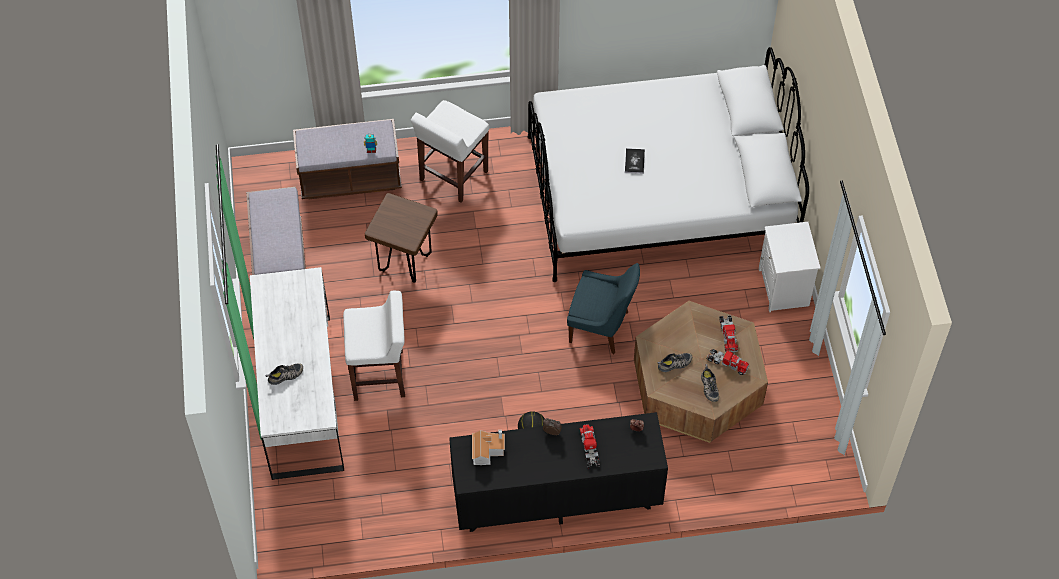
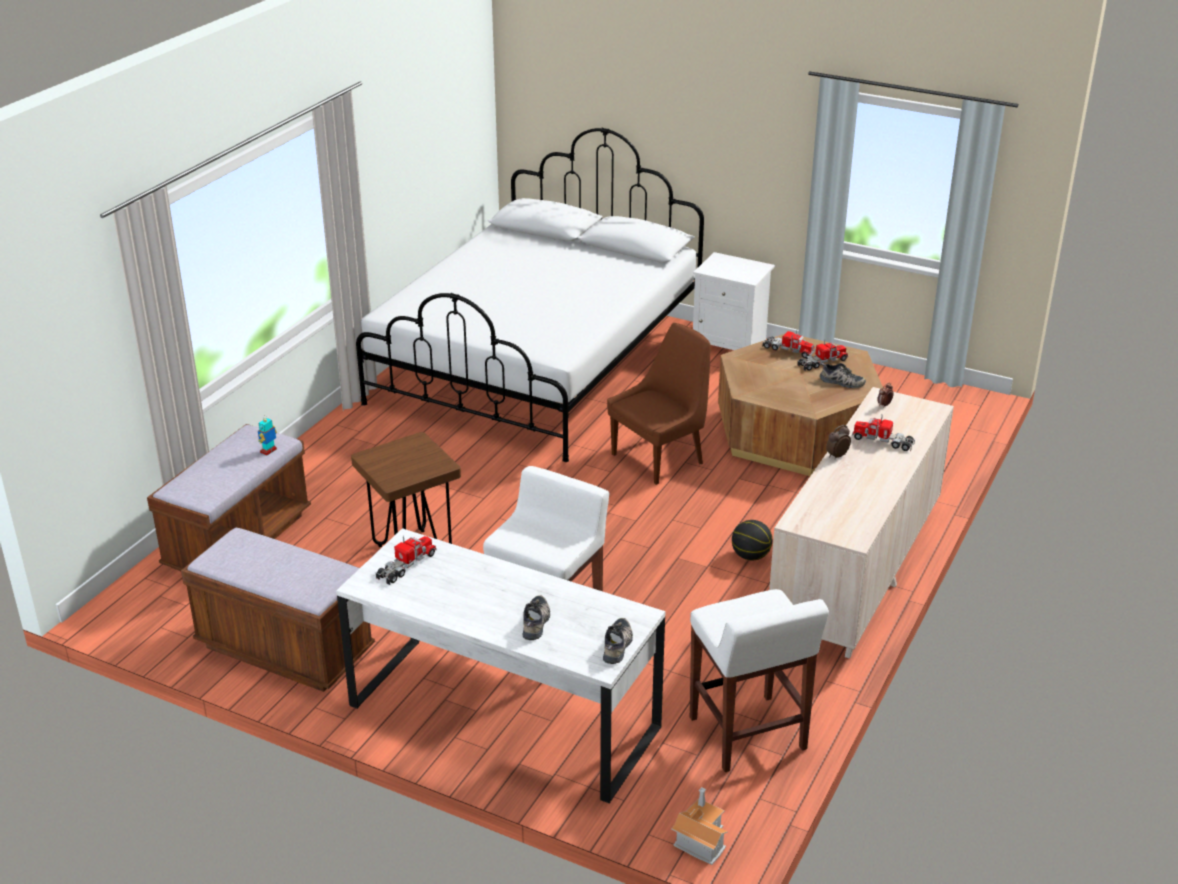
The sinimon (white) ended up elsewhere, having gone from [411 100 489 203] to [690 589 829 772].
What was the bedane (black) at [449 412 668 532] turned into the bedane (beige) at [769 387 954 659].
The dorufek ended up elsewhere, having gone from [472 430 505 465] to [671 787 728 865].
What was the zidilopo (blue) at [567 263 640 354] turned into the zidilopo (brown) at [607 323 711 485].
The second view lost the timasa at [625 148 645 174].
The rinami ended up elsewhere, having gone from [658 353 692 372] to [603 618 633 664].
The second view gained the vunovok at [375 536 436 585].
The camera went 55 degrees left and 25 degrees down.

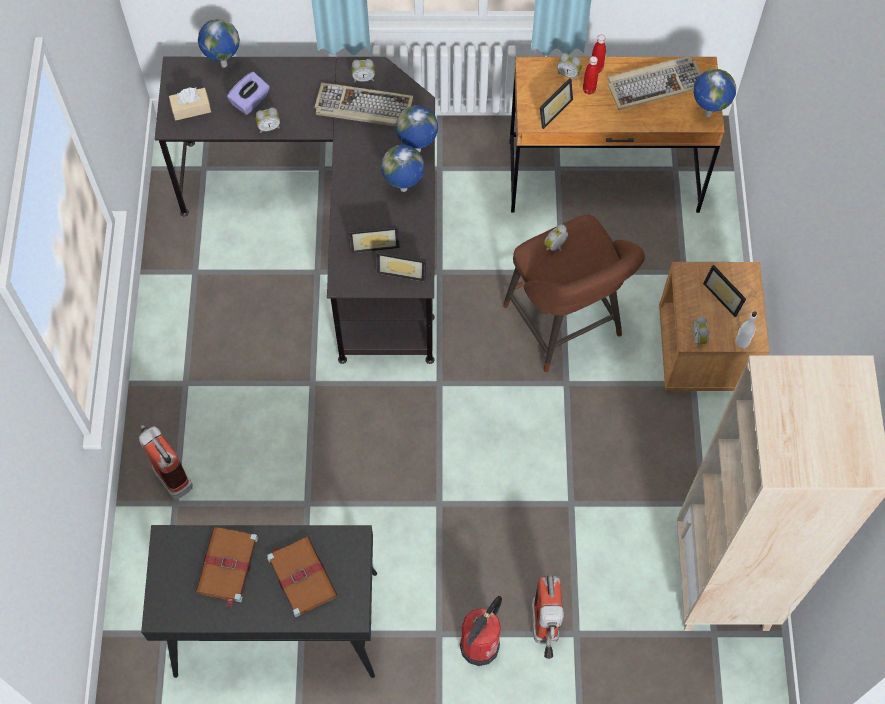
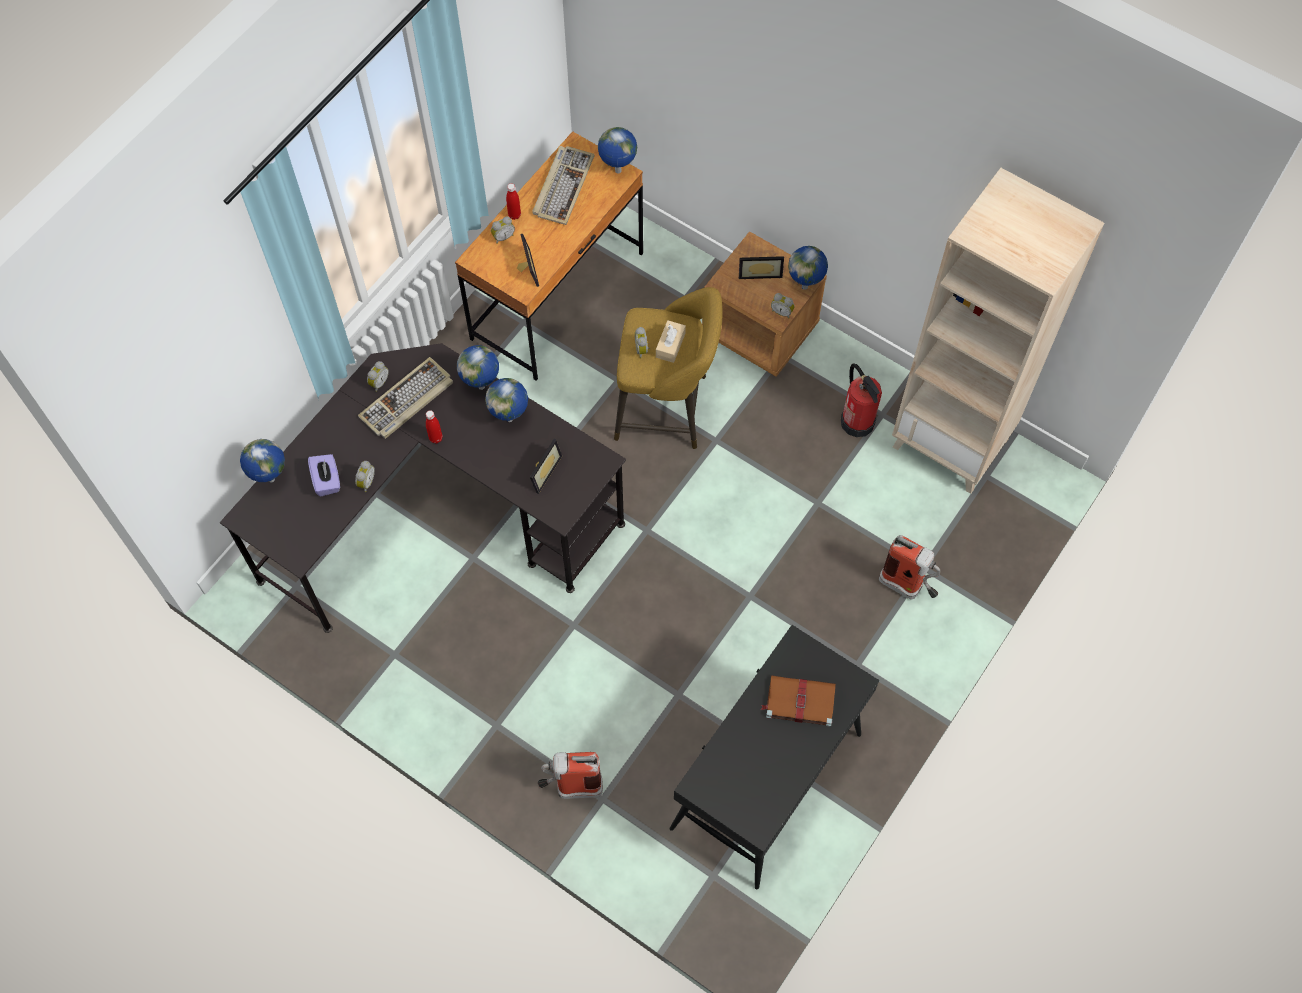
The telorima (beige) ended up elsewhere, having gone from [169 87 211 121] to [656 320 686 363].
The second view lost the timasa (brown) at [196 527 258 607].
The second view lost the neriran at [376 251 426 282].
The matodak ended up elsewhere, having gone from [460 596 502 666] to [841 364 882 437].
What was the sinimon (brown) at [503 215 645 372] turned into the sinimon (yellow) at [614 287 722 449].
The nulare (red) ended up elsewhere, having gone from [583 56 598 95] to [426 410 443 443].
Where the nulare (white) stood at [735 311 757 348], the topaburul came to stand at [788 246 828 290].
The camera went 55 degrees left and 0 degrees up.

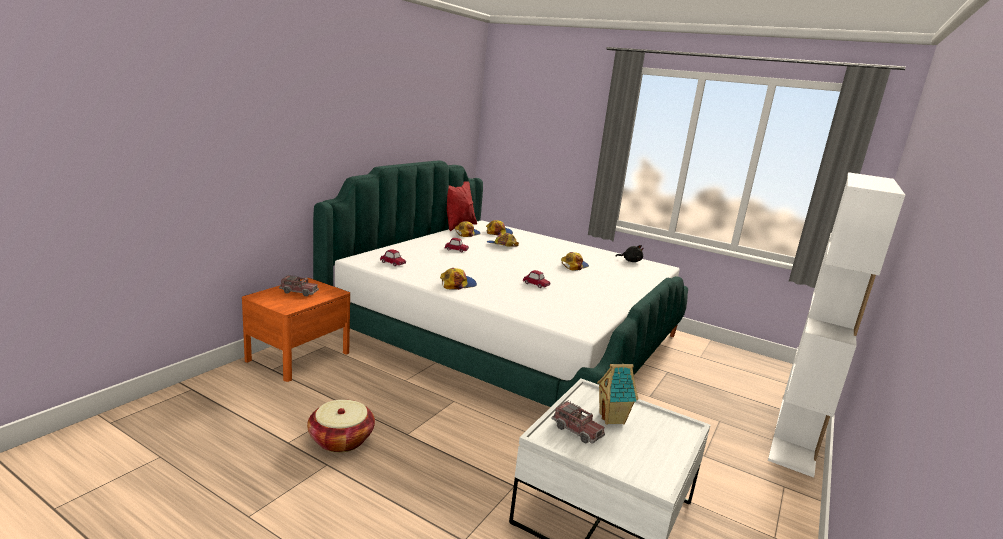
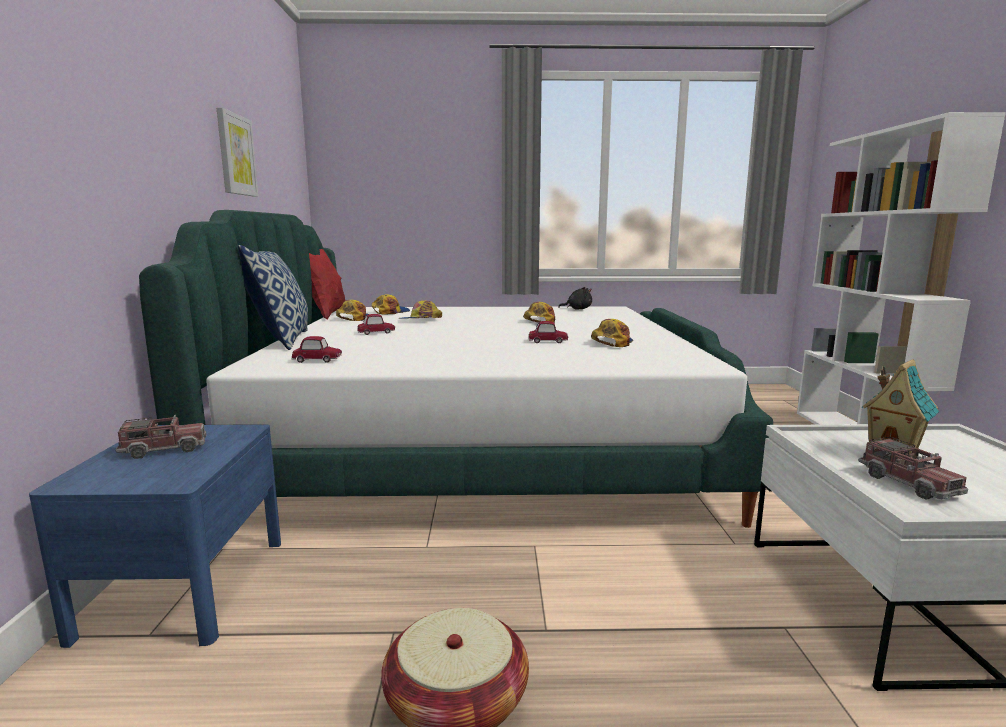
What was the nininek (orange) at [242 278 350 382] turned into the nininek (blue) at [29 424 281 648].
The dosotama ended up elsewhere, having gone from [440 268 477 290] to [591 319 633 347].
The vunovok at [551 401 605 444] ended up facing another way, 60 degrees clockwise from before.
The second view gained the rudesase at [217 107 258 197].
The second view gained the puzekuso at [238 245 308 350].
The camera went 30 degrees left and 5 degrees down.

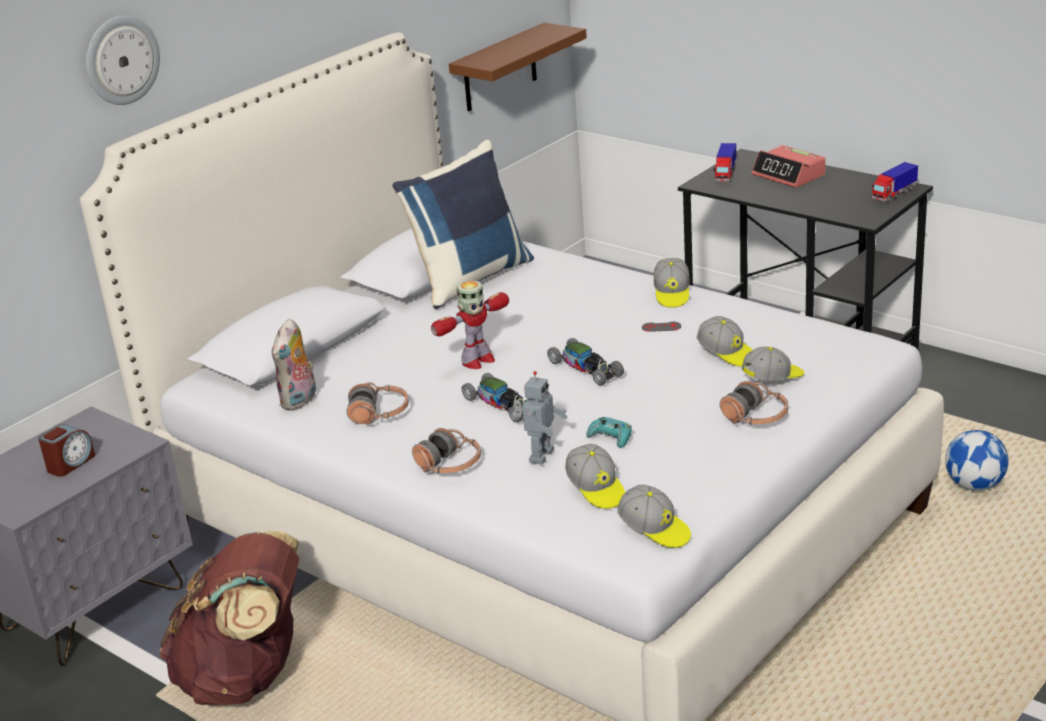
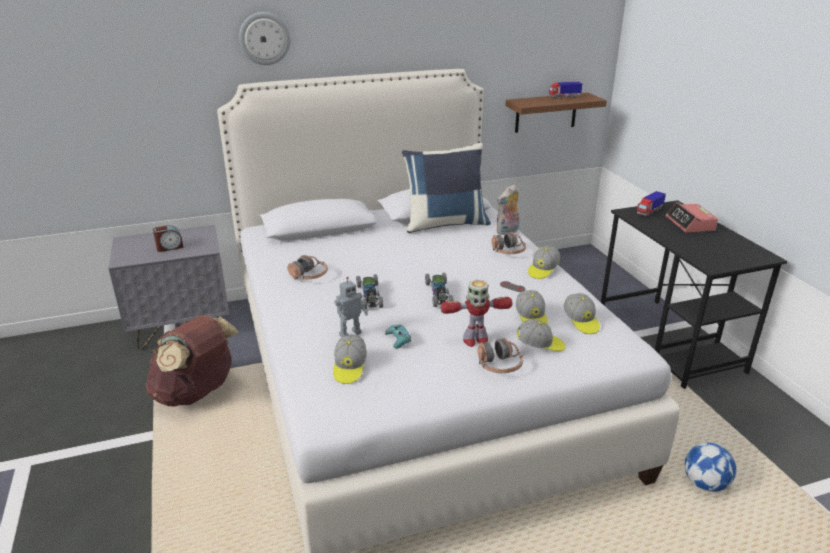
The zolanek ended up elsewhere, having gone from [272 318 316 411] to [496 184 519 235].
The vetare ended up elsewhere, having gone from [412 428 481 473] to [491 232 526 254].
The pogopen ended up elsewhere, having gone from [431 280 509 369] to [440 280 513 347].
The dosotama ended up elsewhere, having gone from [618 484 691 548] to [564 293 600 334].
The vunovok ended up elsewhere, having gone from [872 162 918 203] to [549 82 582 99].
The camera went 30 degrees right and 0 degrees up.

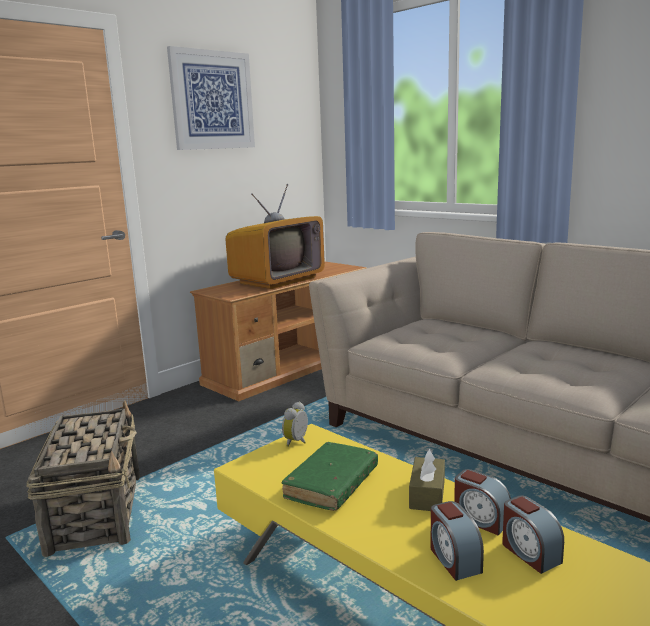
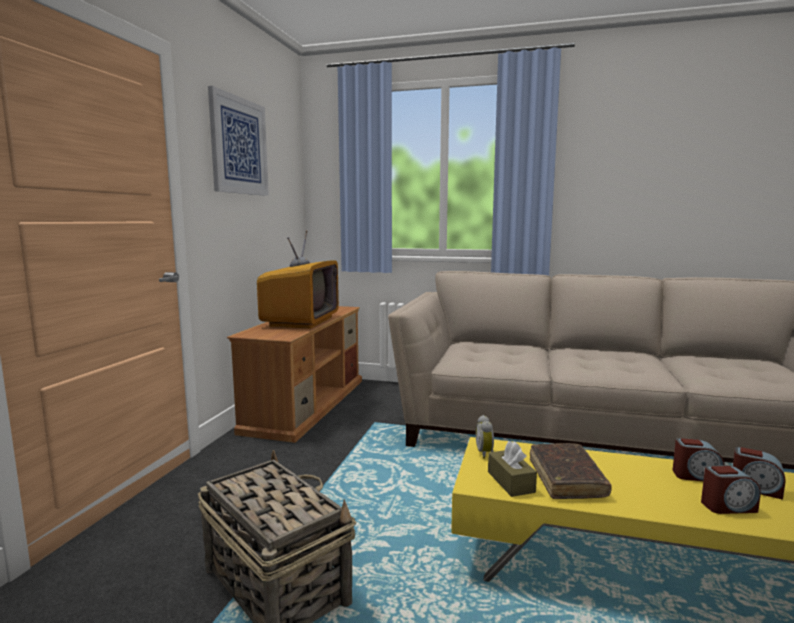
What was the timasa (green) at [281 442 378 511] turned into the timasa (brown) at [530 443 612 499].
The telorima (brown) ended up elsewhere, having gone from [409 449 445 511] to [488 441 537 497].
The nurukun at [430 501 484 581] ended up facing another way, 45 degrees counterclockwise from before.
The camera went 30 degrees left and 5 degrees down.

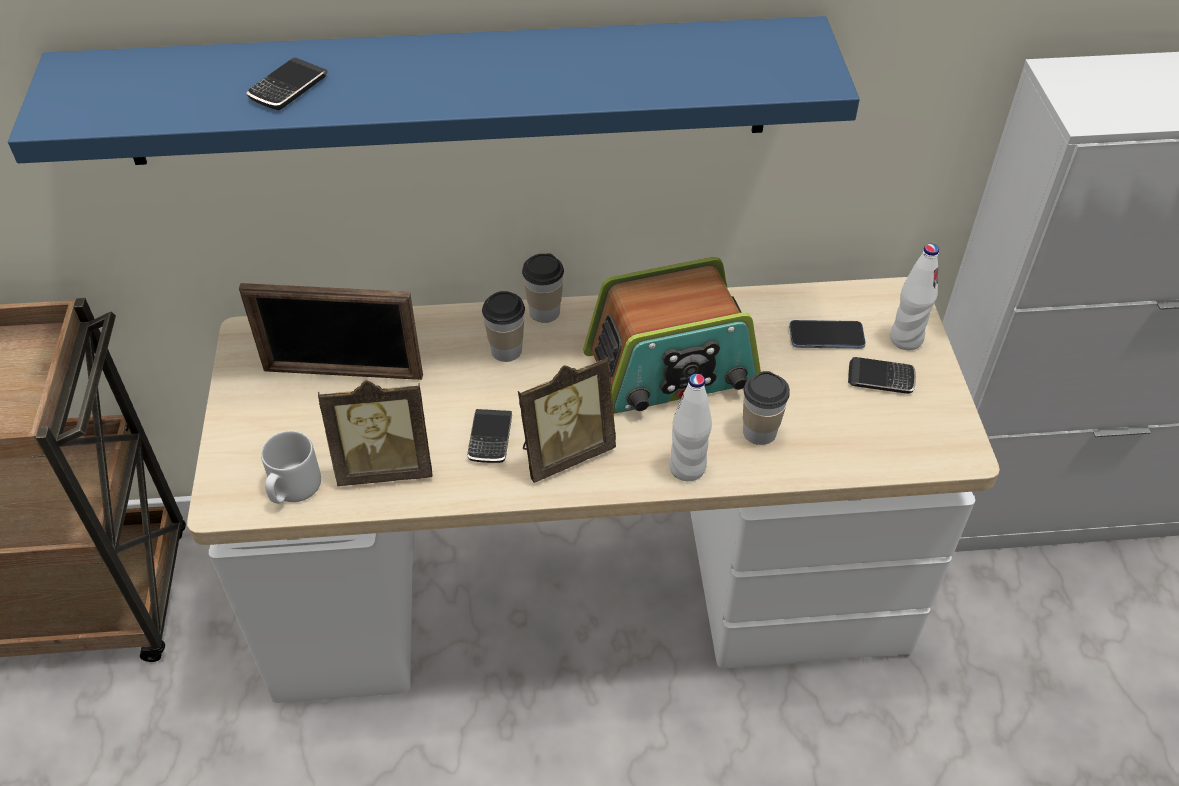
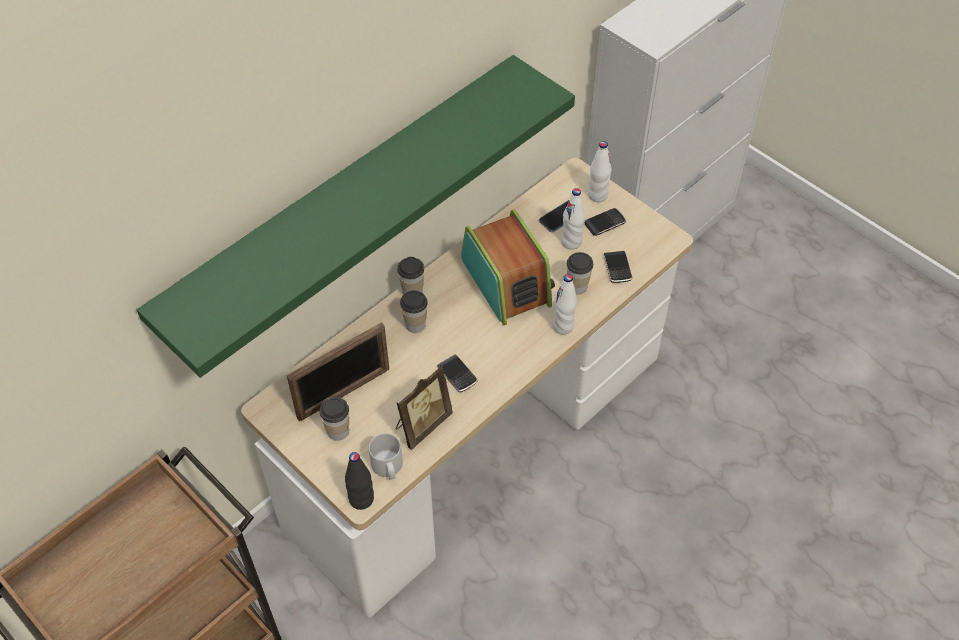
What was the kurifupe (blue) at [8 16 860 165] turned into the kurifupe (green) at [137 55 575 378].
The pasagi ended up elsewhere, having gone from [246 57 328 110] to [604 251 632 283].
The second view lost the neriran at [518 355 616 483].
The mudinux at [583 257 761 414] ended up facing another way, 60 degrees counterclockwise from before.
The second view gained the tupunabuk at [320 397 349 441].
The second view gained the nulare (black) at [345 452 374 510].
The second view gained the nulare (white) at [561 188 585 250].
The camera went 40 degrees left and 5 degrees up.

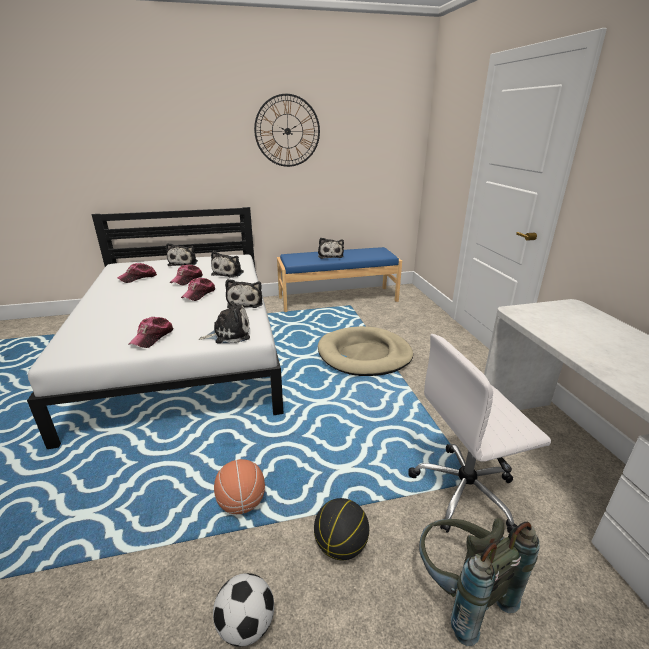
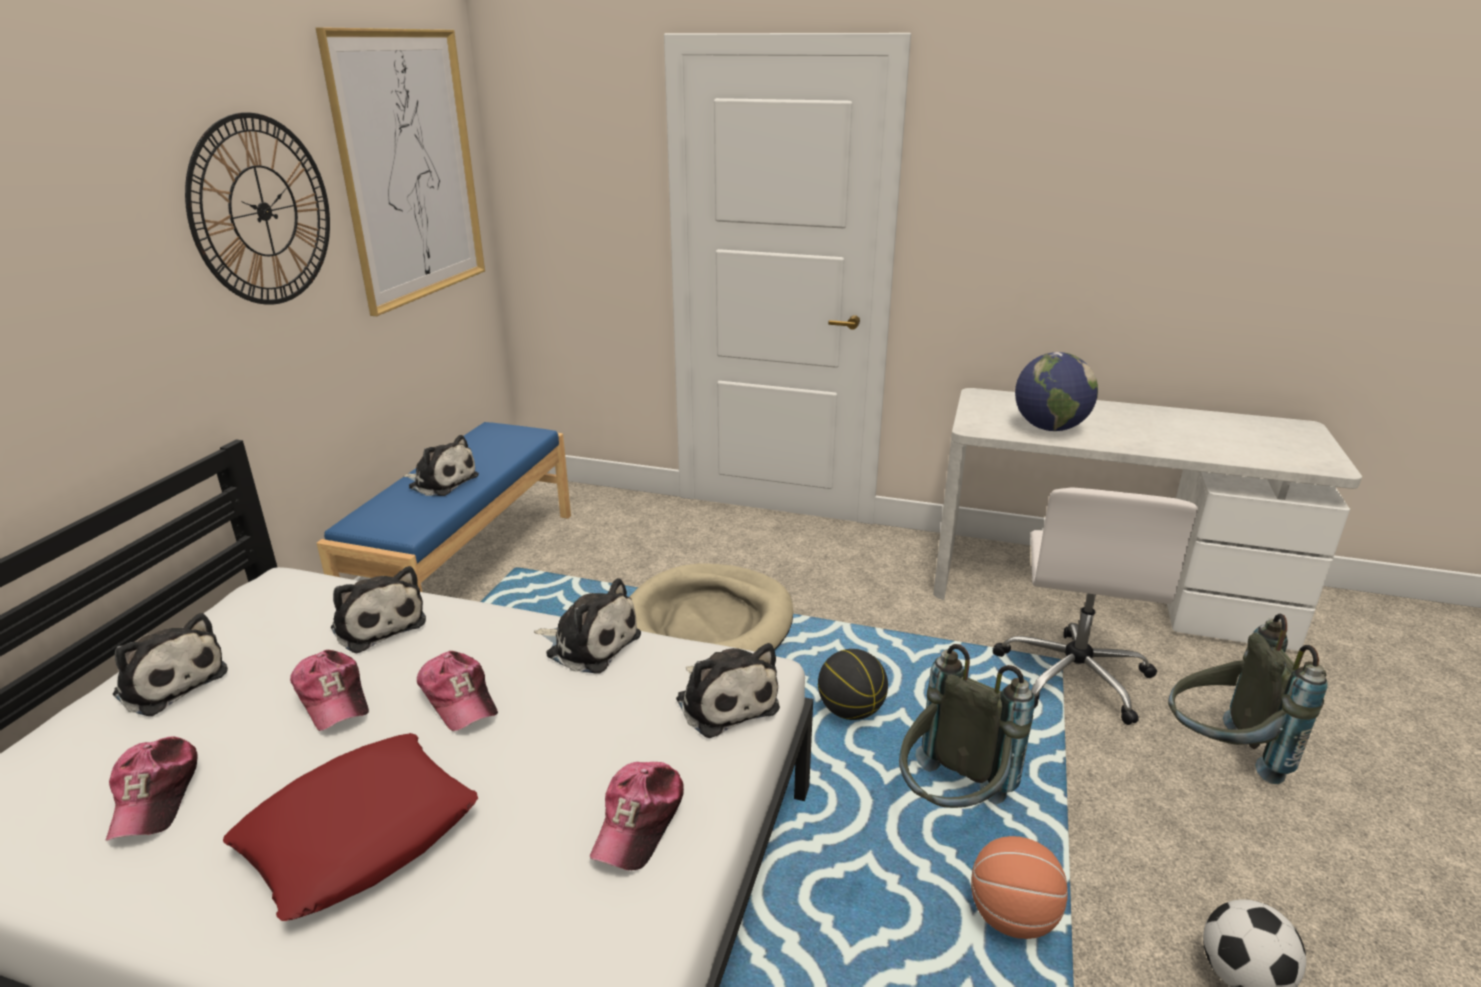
The dosotama at [129 317 174 348] ended up facing another way, 60 degrees clockwise from before.
The zolanek at [199 301 250 343] ended up facing another way, 135 degrees clockwise from before.
The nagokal ended up elsewhere, having gone from [314 498 369 560] to [818 649 888 720].
The second view gained the puzekuso (red) at [223 733 478 921].
The second view gained the rudesase at [315 27 485 316].
The second view gained the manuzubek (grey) at [899 644 1035 808].
The second view gained the topaburul at [1015 352 1098 431].
The camera went 60 degrees left and 0 degrees up.

